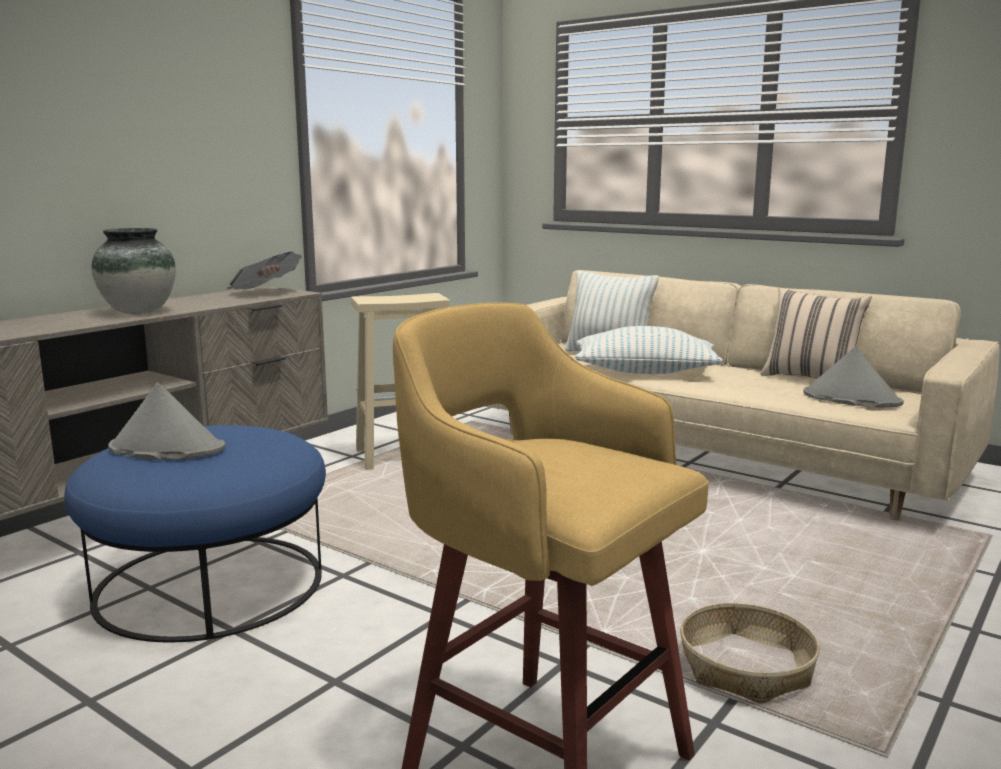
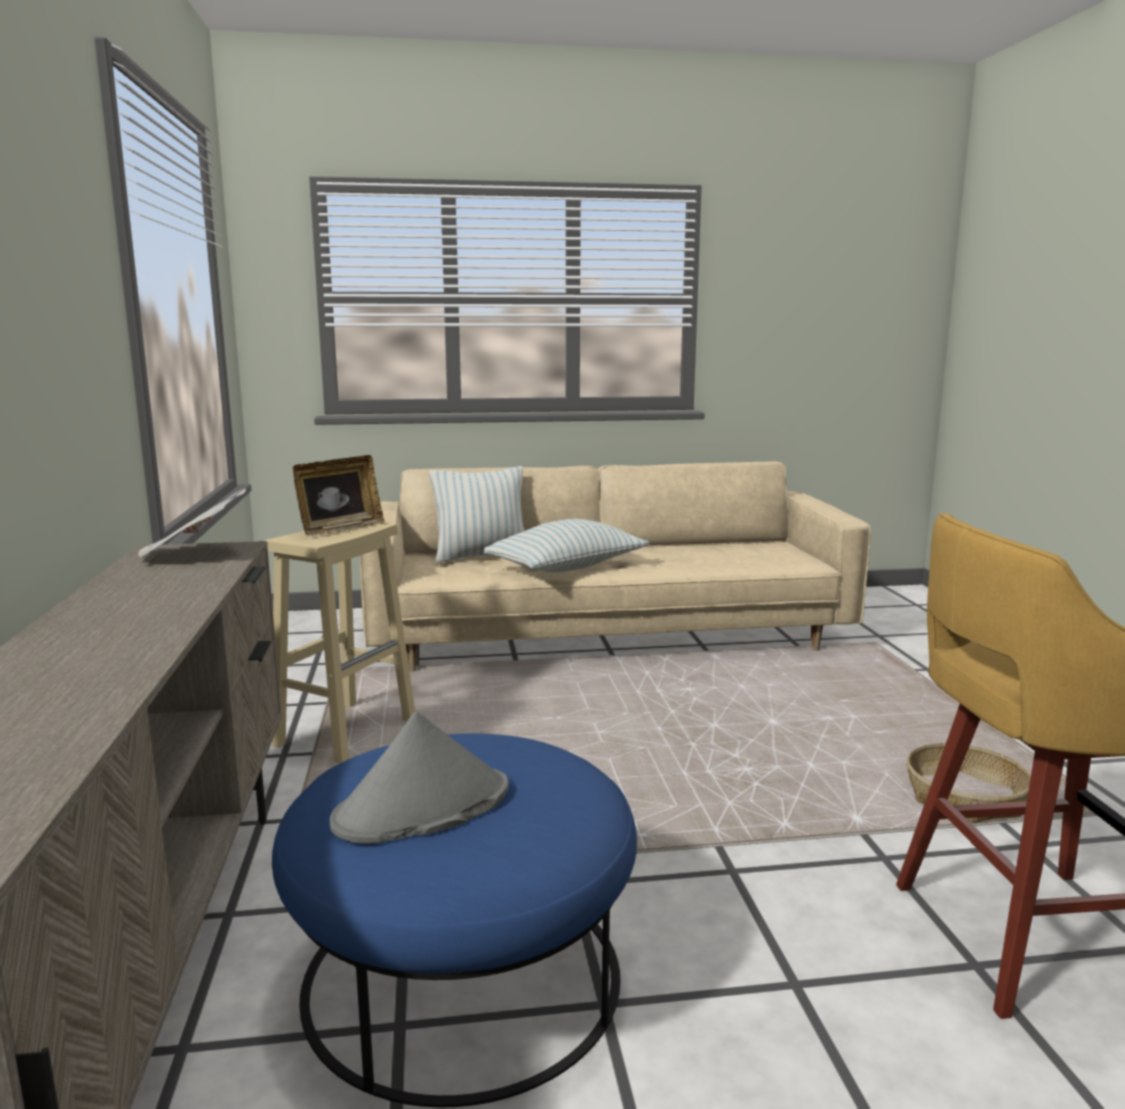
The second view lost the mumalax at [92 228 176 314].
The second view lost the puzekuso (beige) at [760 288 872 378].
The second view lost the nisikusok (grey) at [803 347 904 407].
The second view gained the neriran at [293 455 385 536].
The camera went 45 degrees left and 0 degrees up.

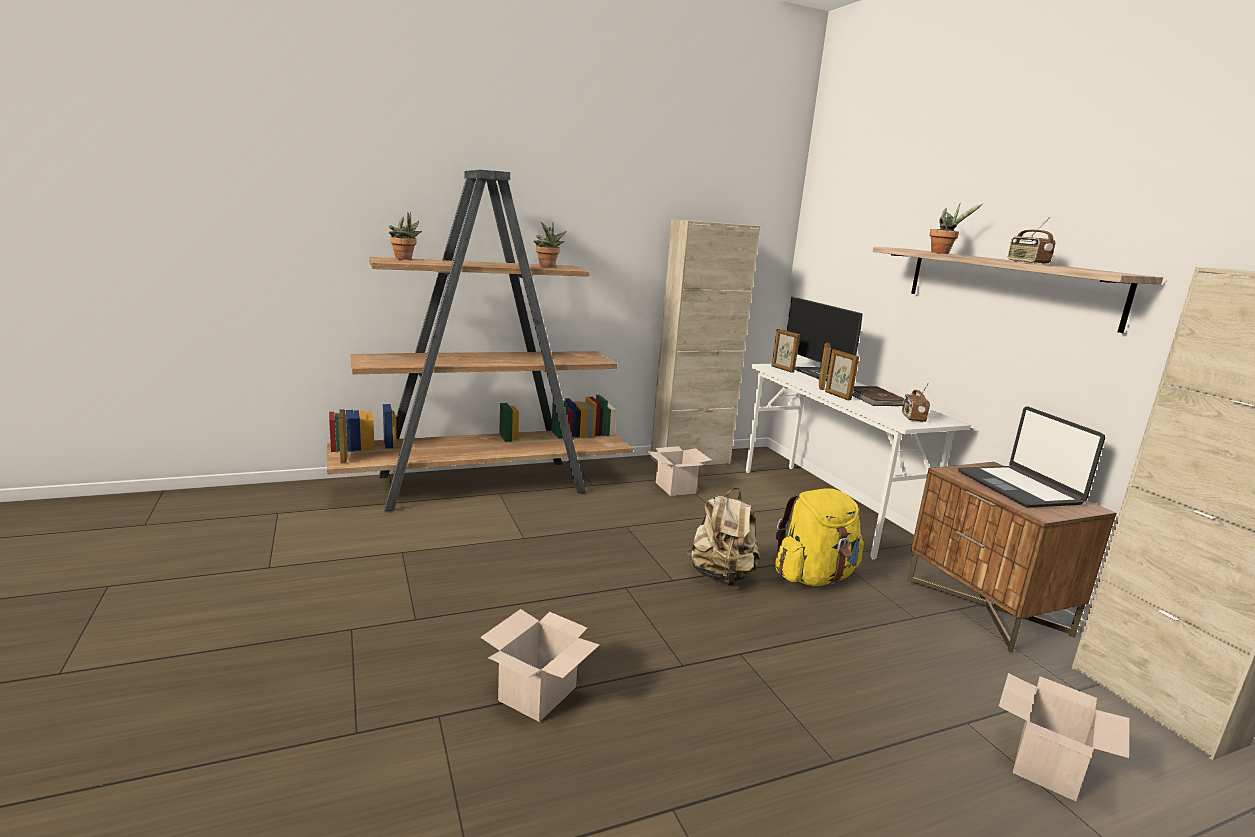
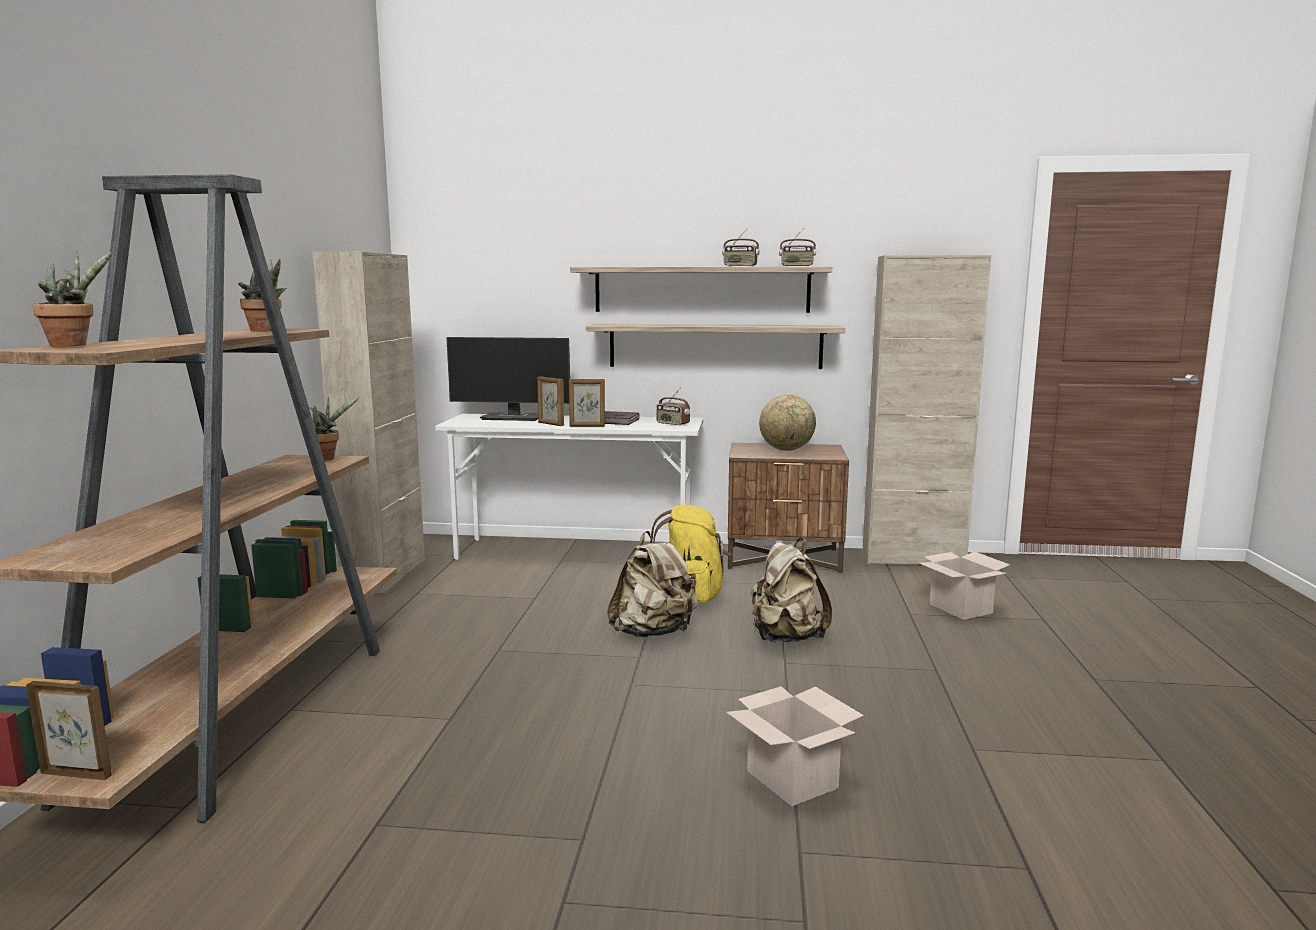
The second view lost the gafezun at [647 446 711 496].
The second view lost the neriran at [771 329 800 373].
The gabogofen ended up elsewhere, having gone from [930 203 983 254] to [304 397 359 461].
Where the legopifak stood at [958 406 1105 508], the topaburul came to stand at [759 395 816 451].
The second view gained the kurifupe at [586 324 845 369].
The second view gained the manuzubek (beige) at [751 538 832 643].
The second view gained the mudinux at [779 228 816 267].
The camera went 60 degrees left and 5 degrees down.

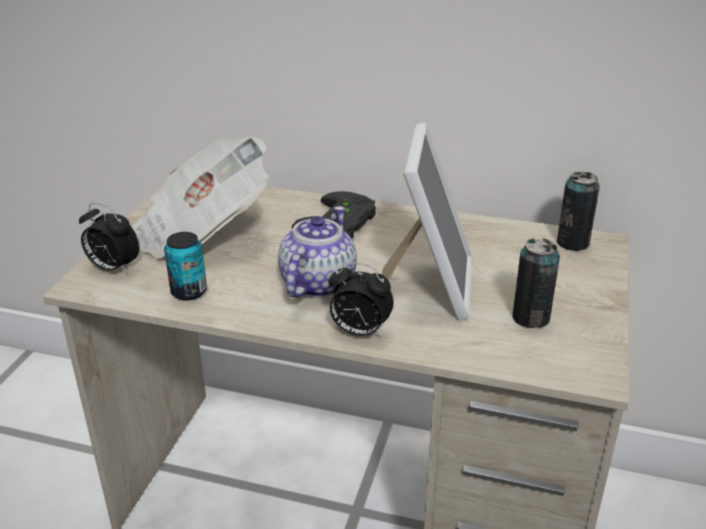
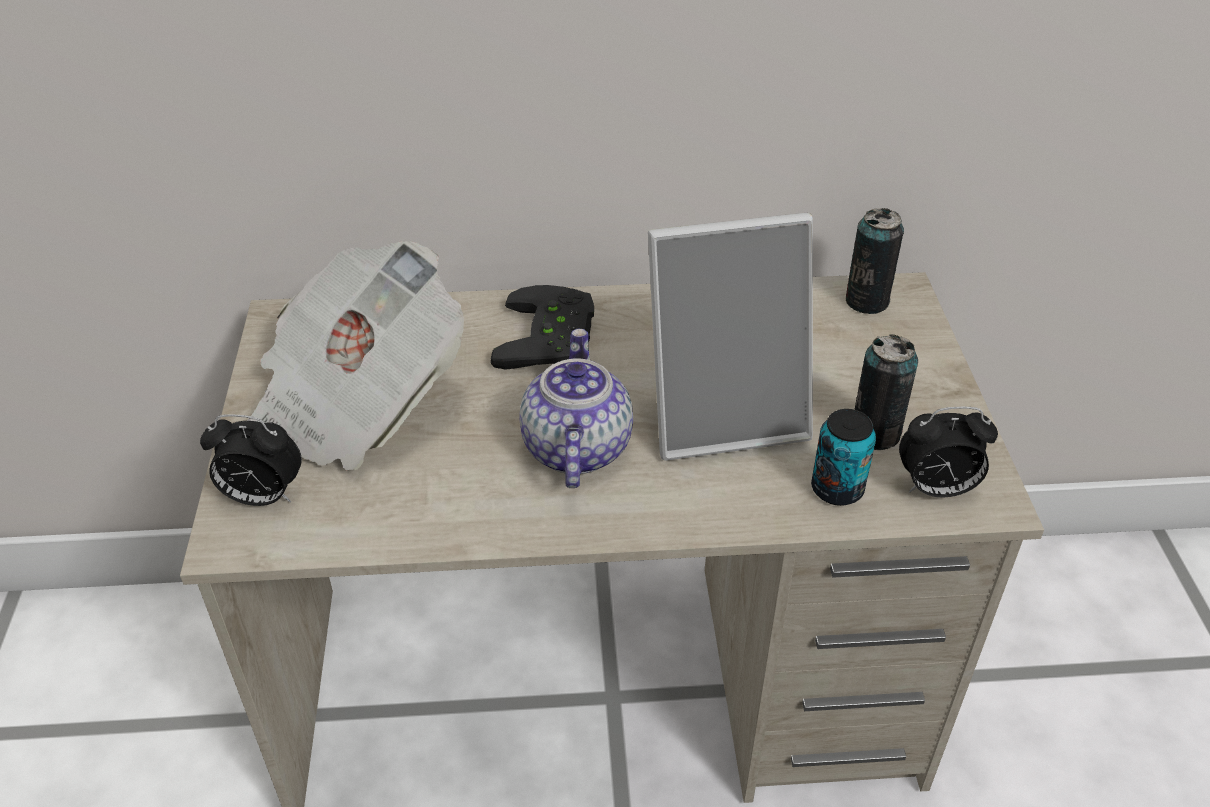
The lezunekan ended up elsewhere, having gone from [164 232 207 301] to [811 409 876 506].
The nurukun ended up elsewhere, having gone from [328 262 394 338] to [899 407 998 497].
The neriran at [382 122 473 320] ended up facing another way, 90 degrees clockwise from before.
The camera went 20 degrees left and 10 degrees up.

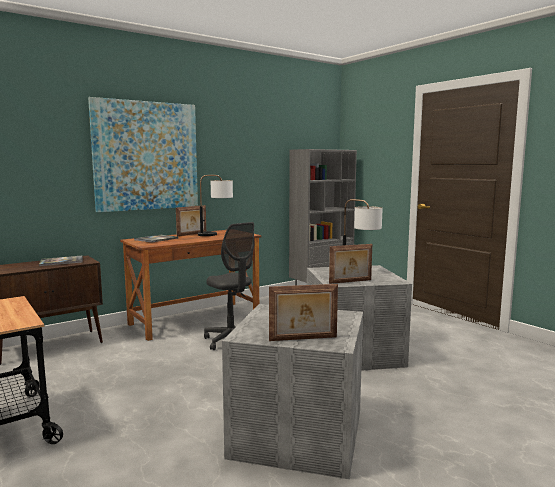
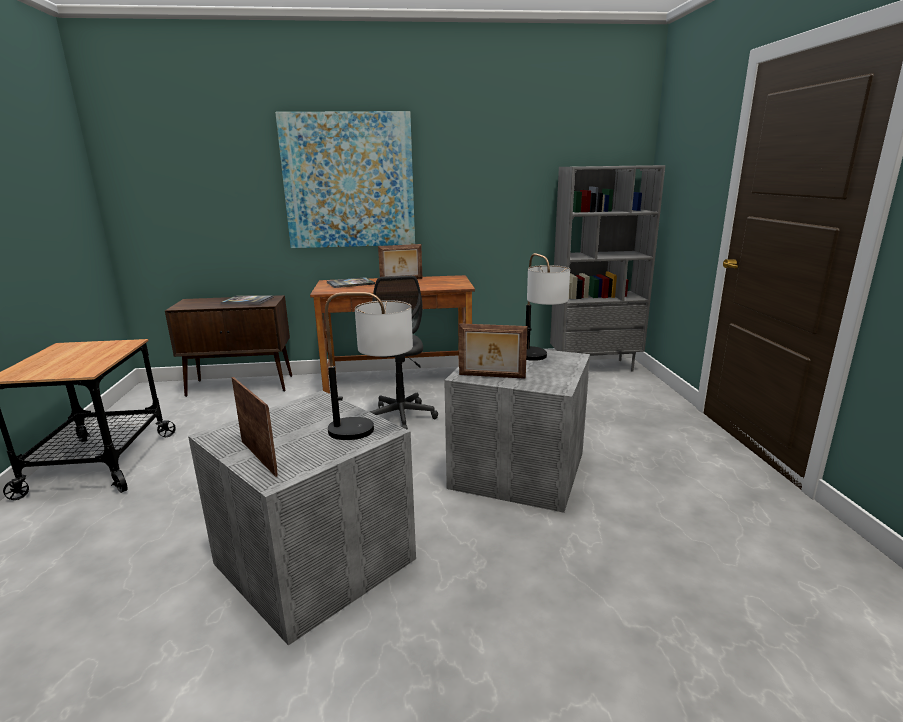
The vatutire ended up elsewhere, having gone from [198 175 233 236] to [325 292 413 440].
The neriran at [269 284 338 341] ended up facing another way, 150 degrees counterclockwise from before.
The camera went 30 degrees right and 10 degrees up.

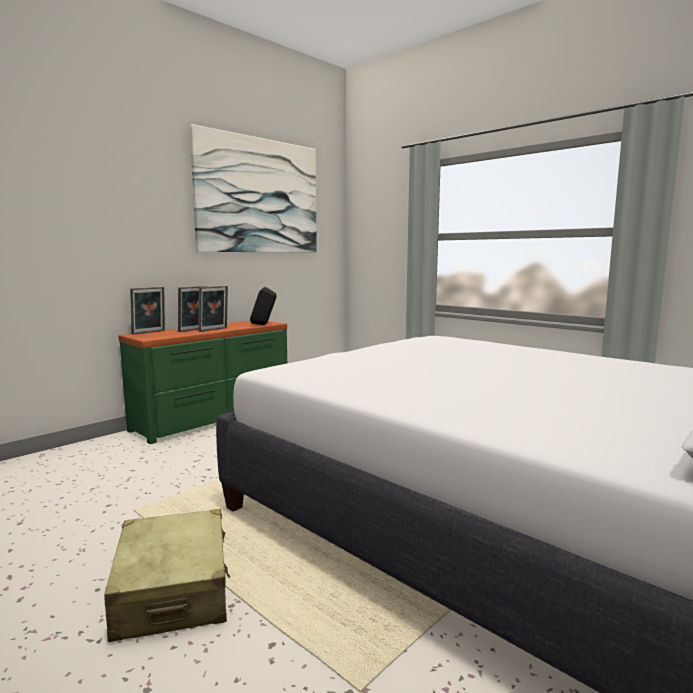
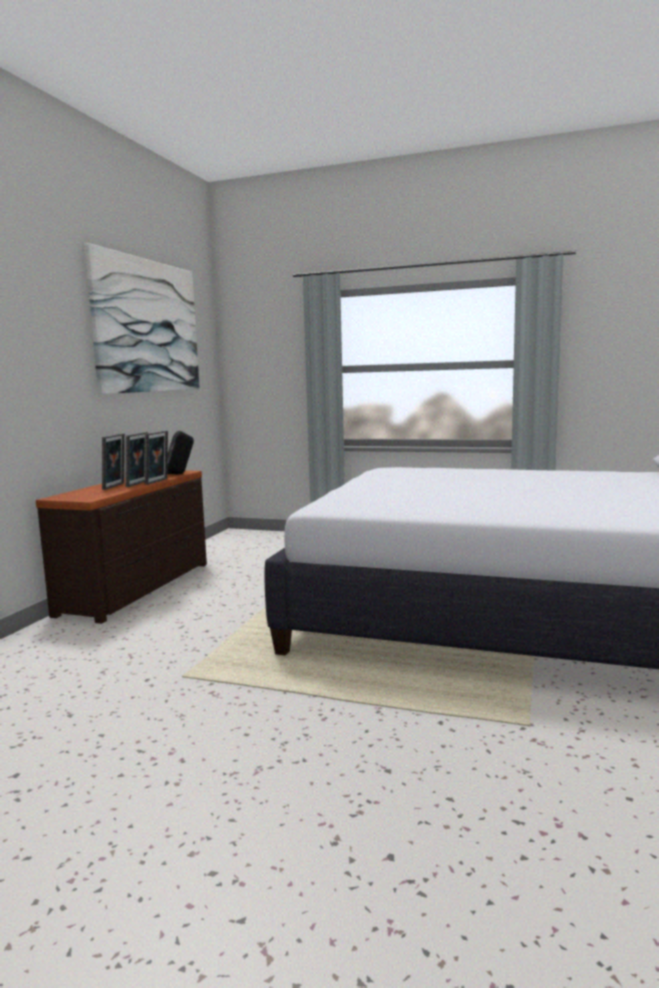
The second view lost the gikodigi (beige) at [104 509 230 642].
What was the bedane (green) at [119 321 287 444] turned into the bedane (brown) at [36 470 207 624].
The neriran ended up elsewhere, having gone from [130 287 165 334] to [145 431 168 485].
The camera went 25 degrees left and 0 degrees up.

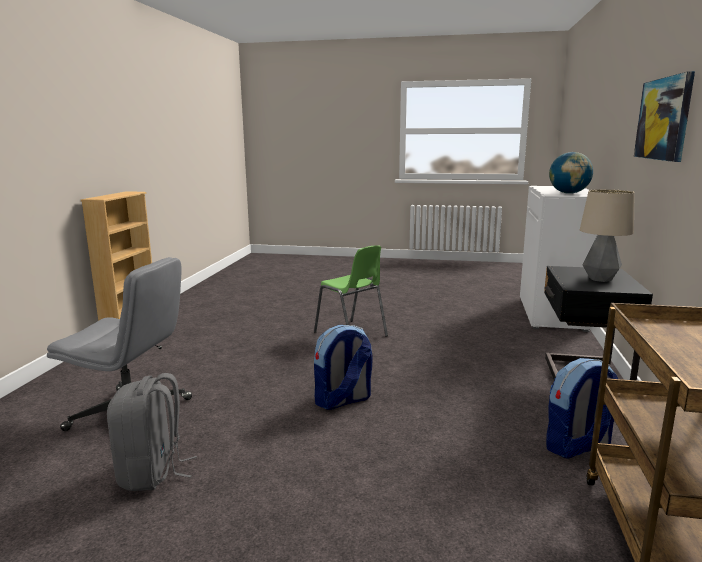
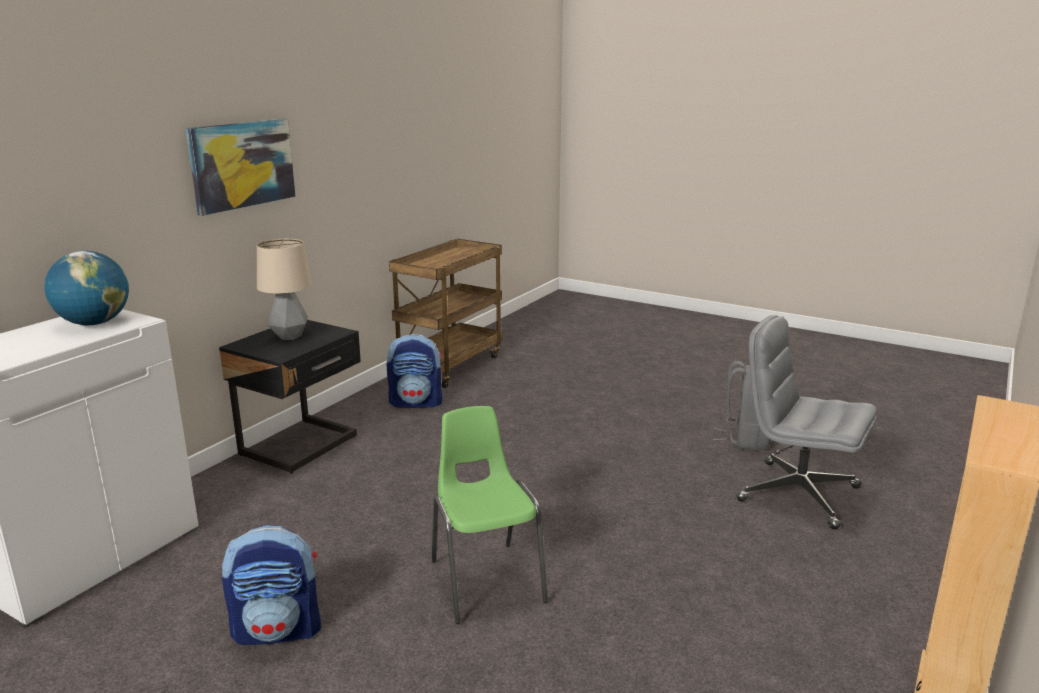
The manuzubek ended up elsewhere, having gone from [314 325 372 410] to [222 525 321 645].
The camera went 160 degrees left and 5 degrees up.

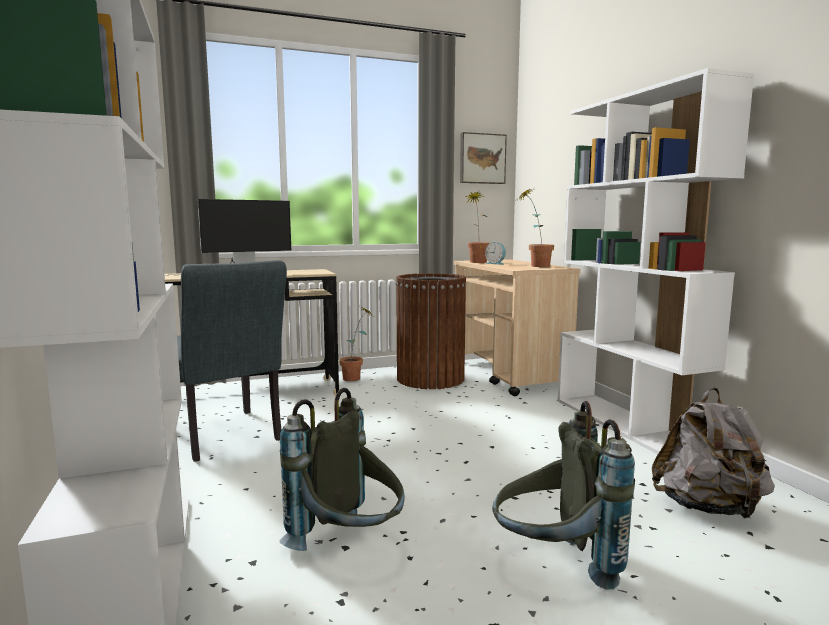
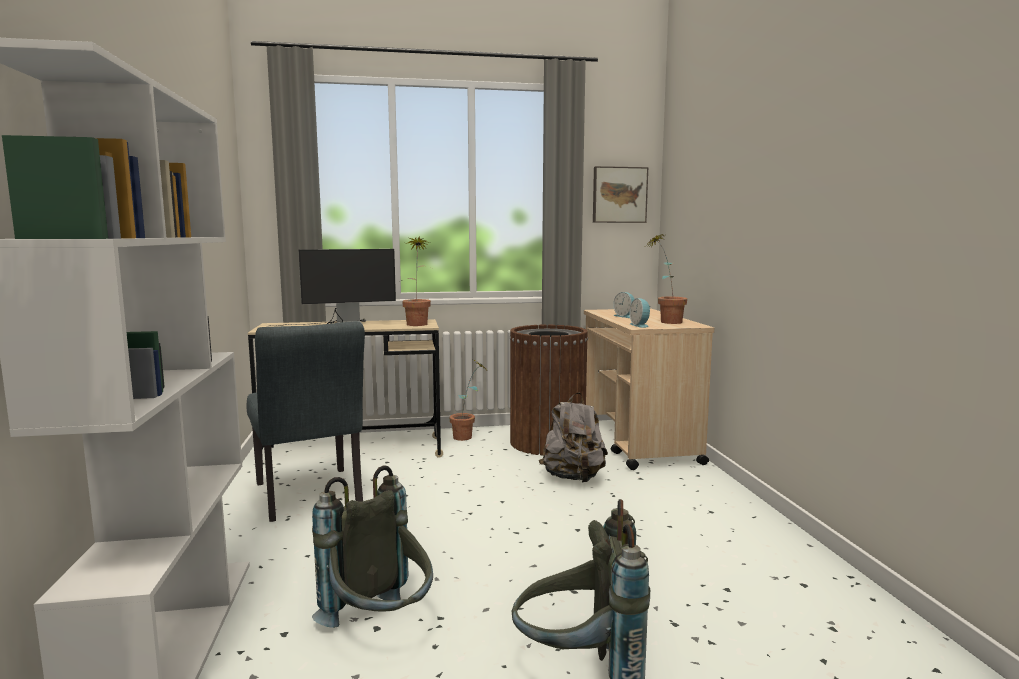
The gabogofen ended up elsewhere, having gone from [464 191 490 263] to [401 236 431 326].
The second view lost the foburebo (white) at [558 68 754 454].
The manuzubek (grey) ended up elsewhere, having gone from [652 388 775 519] to [539 393 608 482].
The second view gained the nurukun at [630 298 651 328].
The camera went 10 degrees right and 0 degrees up.

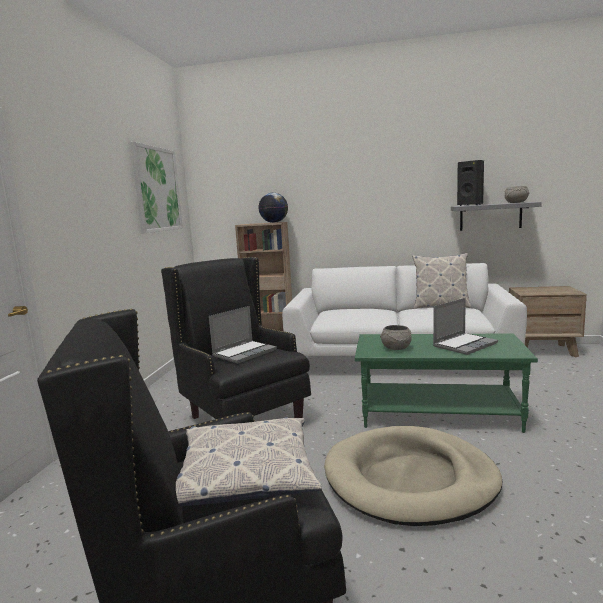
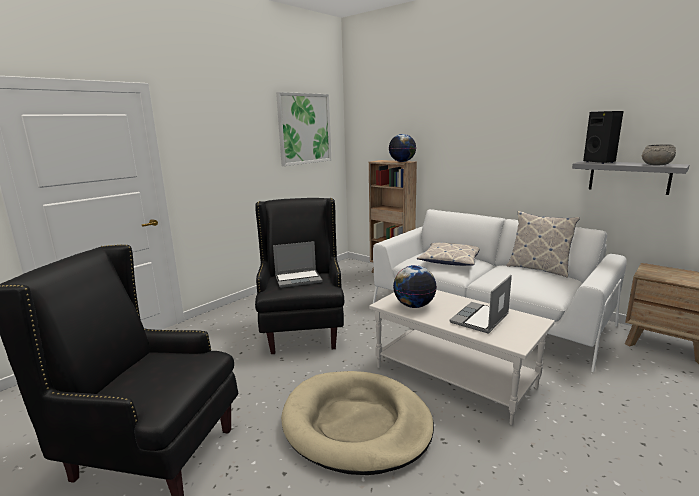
The puzekuso ended up elsewhere, having gone from [176 417 322 506] to [417 242 480 266].
What was the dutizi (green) at [355 333 538 433] turned into the dutizi (white) at [369 290 555 425].
Where the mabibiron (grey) stood at [380 325 412 350], the topaburul came to stand at [393 265 437 308].
The legopifak at [433 298 498 355] ended up facing another way, 135 degrees clockwise from before.
The camera went 30 degrees right and 5 degrees up.

